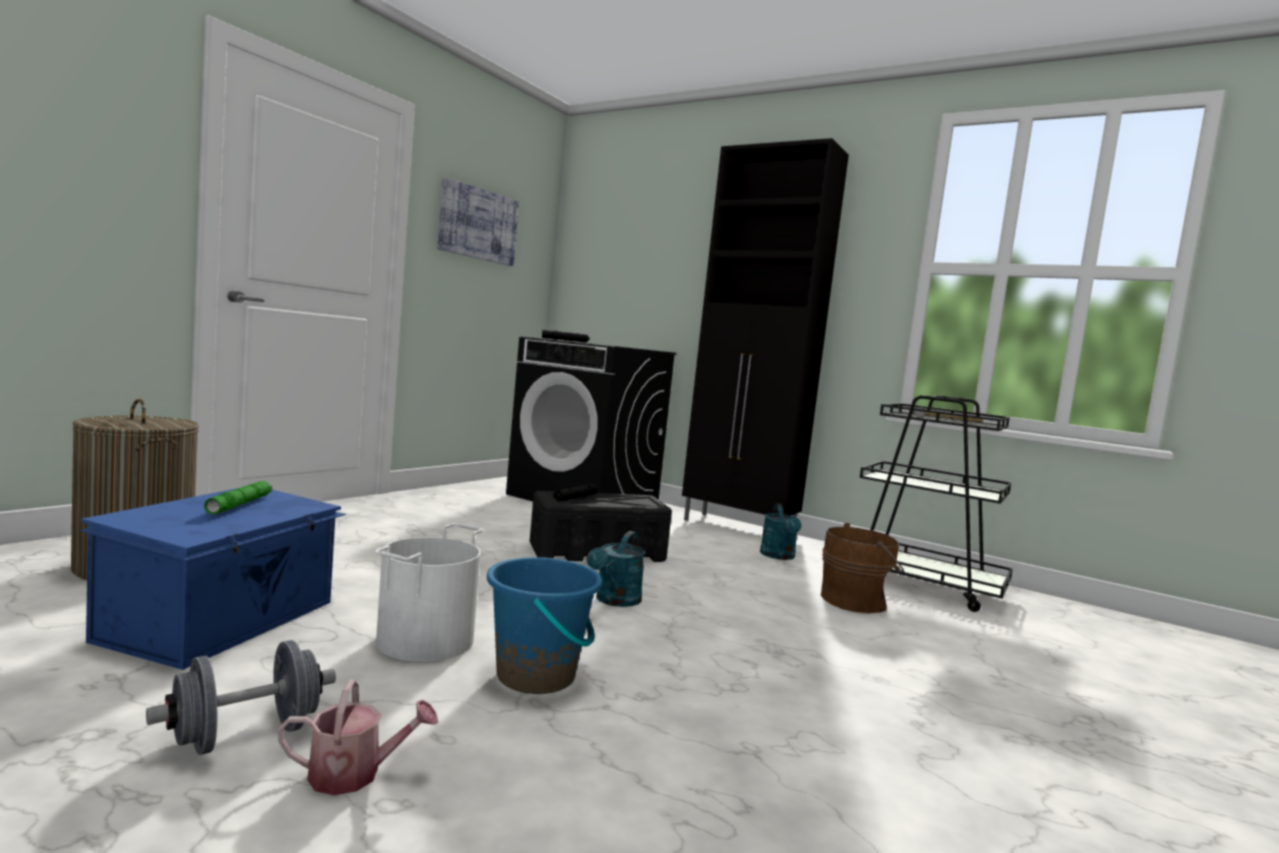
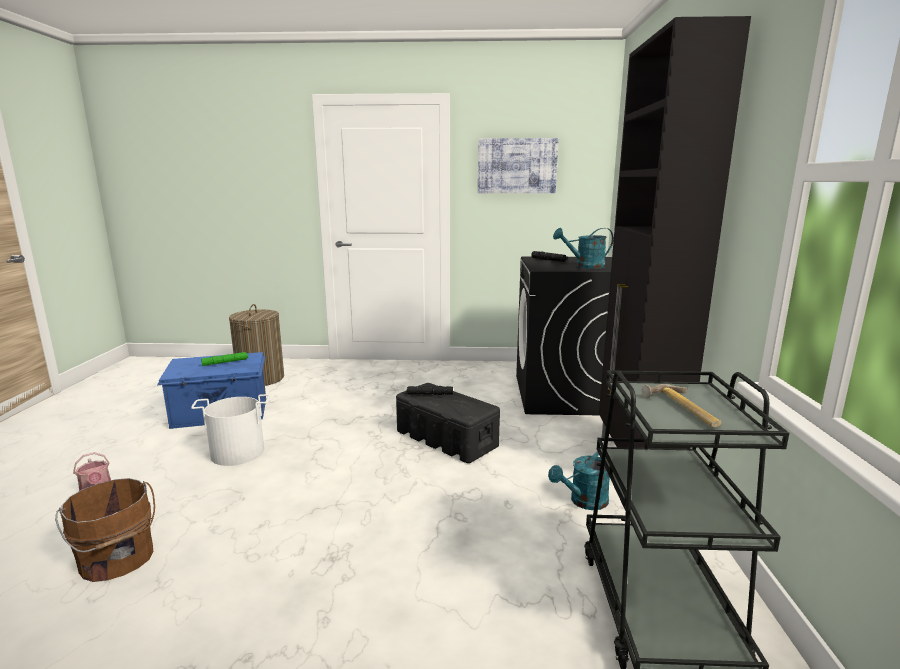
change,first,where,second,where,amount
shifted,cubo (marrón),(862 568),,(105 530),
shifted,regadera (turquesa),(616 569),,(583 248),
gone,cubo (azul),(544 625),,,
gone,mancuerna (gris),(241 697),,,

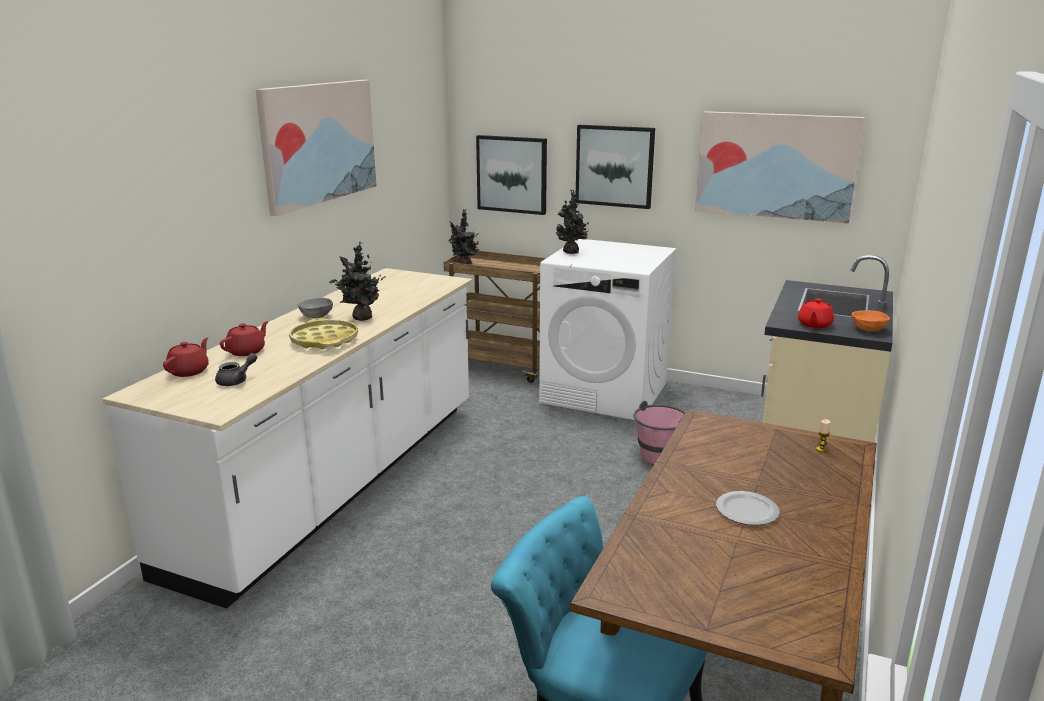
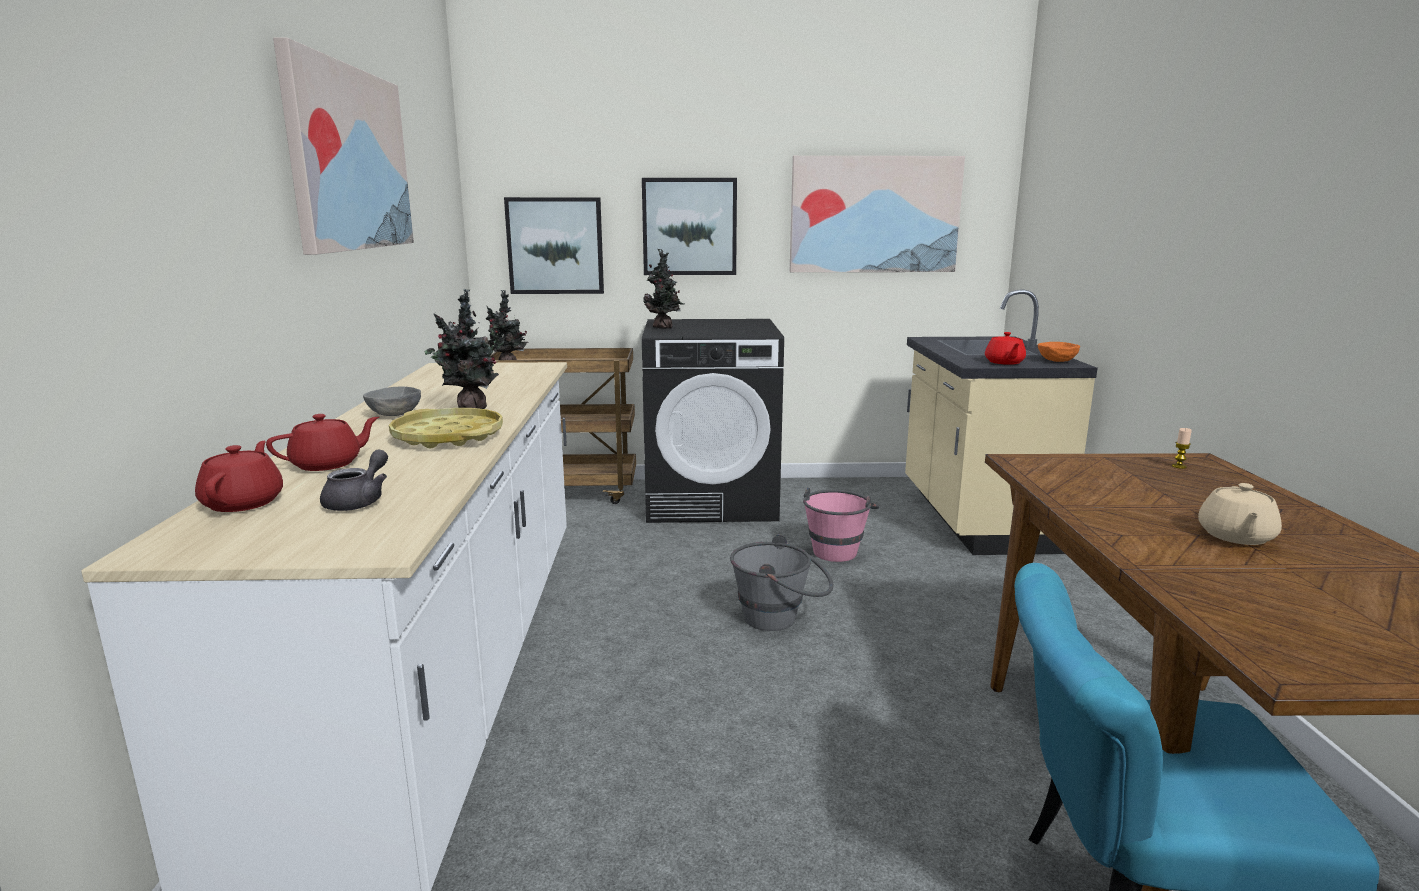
change,first,where,second,where,amount
repainted,lavadora (blanco),(607 329),lavadora (negro),(713 421),
rotated,tetera (rojo),(244 338),,(322 442),45 degrees clockwise
swapped,plato,(748 508),tetera (beis),(1240 514),
new,,,cubo (gris),(782 582),

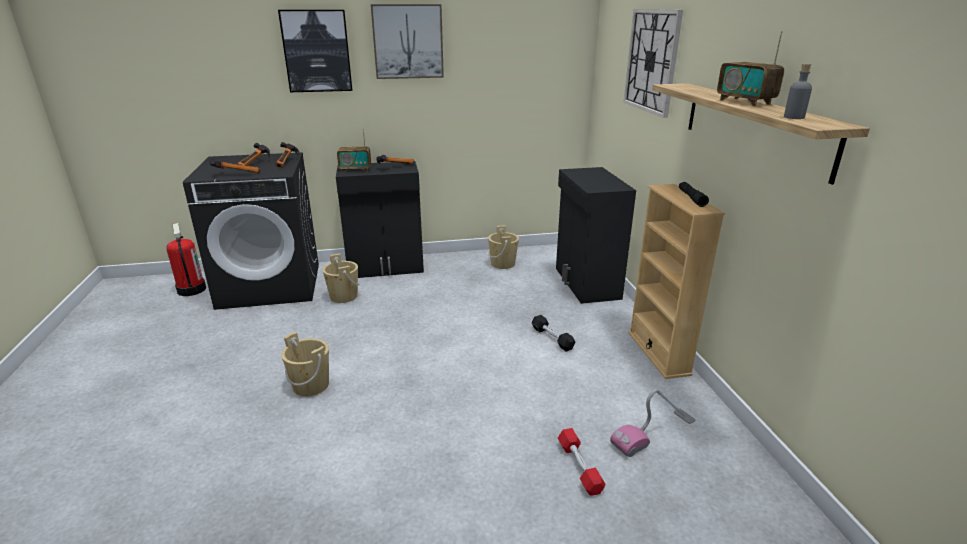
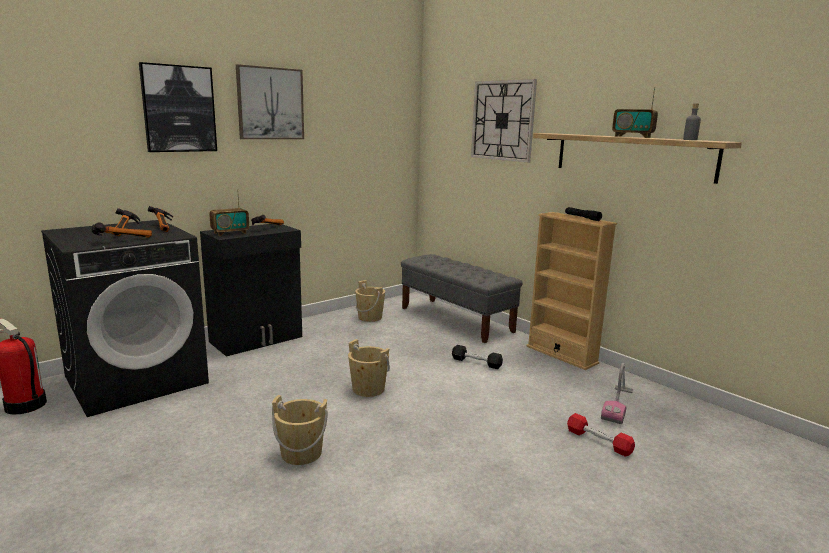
change,first,where,second,where,amount
swapped,armario (negro),(596 235),banco (gris),(462 298),
shifted,cubo (beis),(341 278),,(369 368),

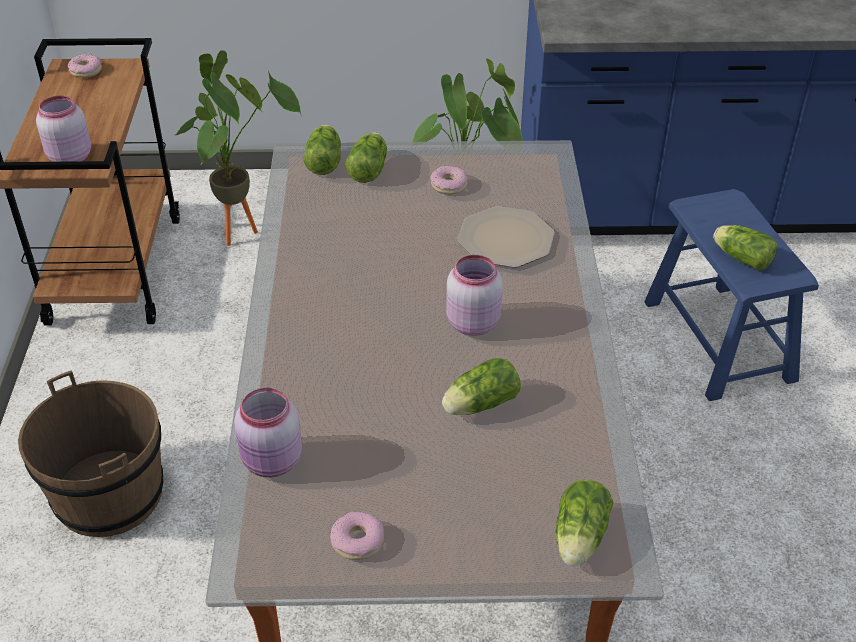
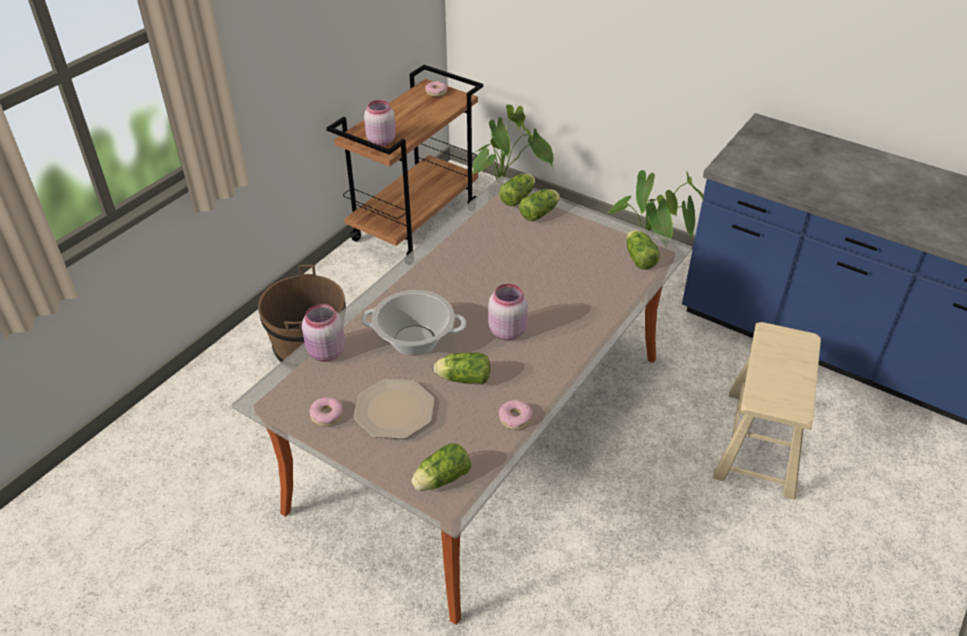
change,first,where,second,where,amount
shifted,rosquilla,(449 180),,(516 415),
repainted,taburete (azul),(731 295),taburete (beis),(767 411),
shifted,plato,(506 237),,(394 409),
shifted,lechuga,(745 247),,(643 250),
new,,,olla,(413 322),

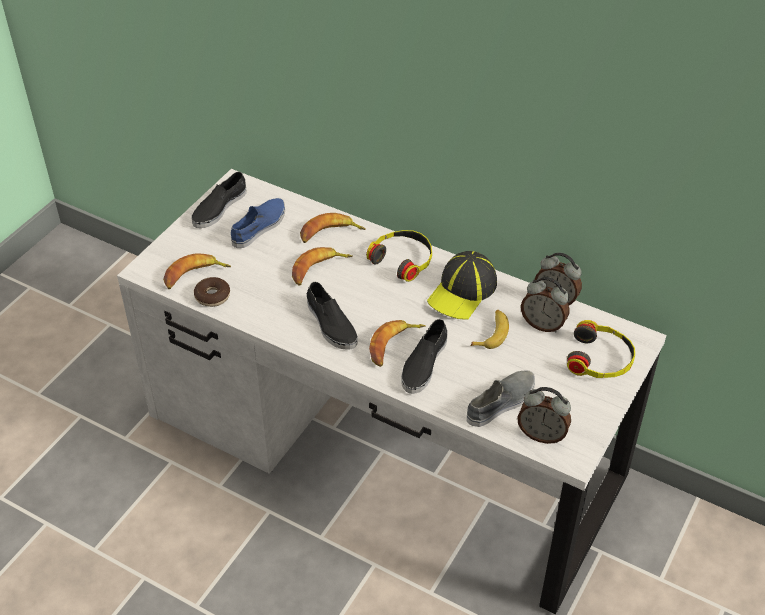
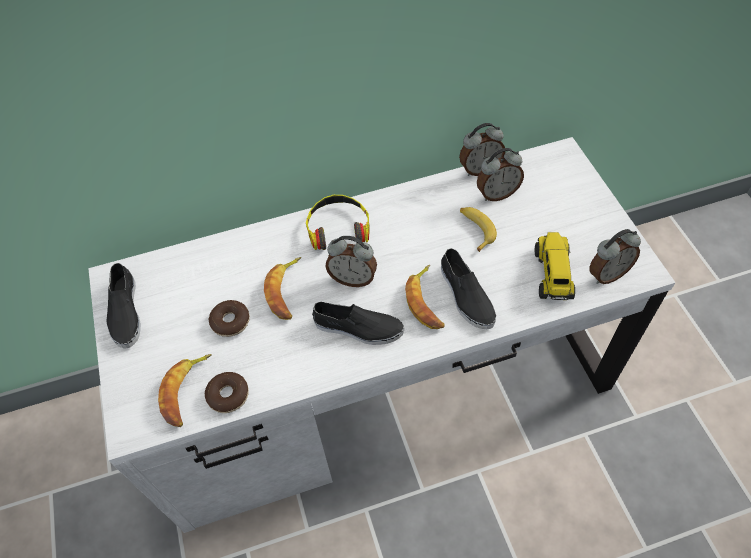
change,first,where,second,where,amount
gone,zapato (azul),(258 223),,,
gone,plátano,(333 228),,,
gone,gorra,(462 285),,,
gone,auriculares,(601 349),,,
swapped,zapato (gris),(501 398),camión de juguete,(555 266),
new,,,despertador,(351 261),
new,,,rosquilla,(229 318),

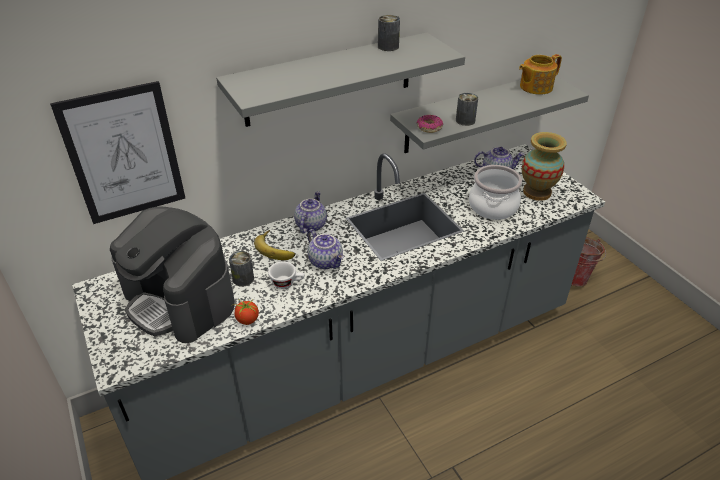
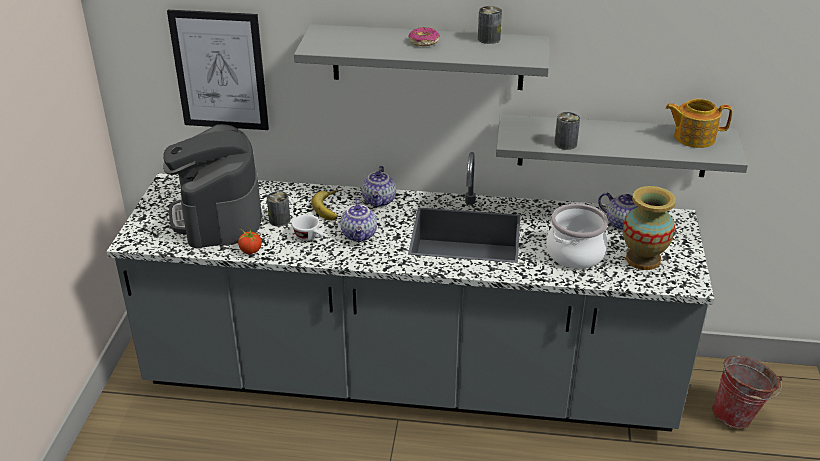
change,first,where,second,where,amount
shifted,rosquilla,(430 124),,(424 36),
rotated,tetera,(310 212),,(379 186),135 degrees clockwise

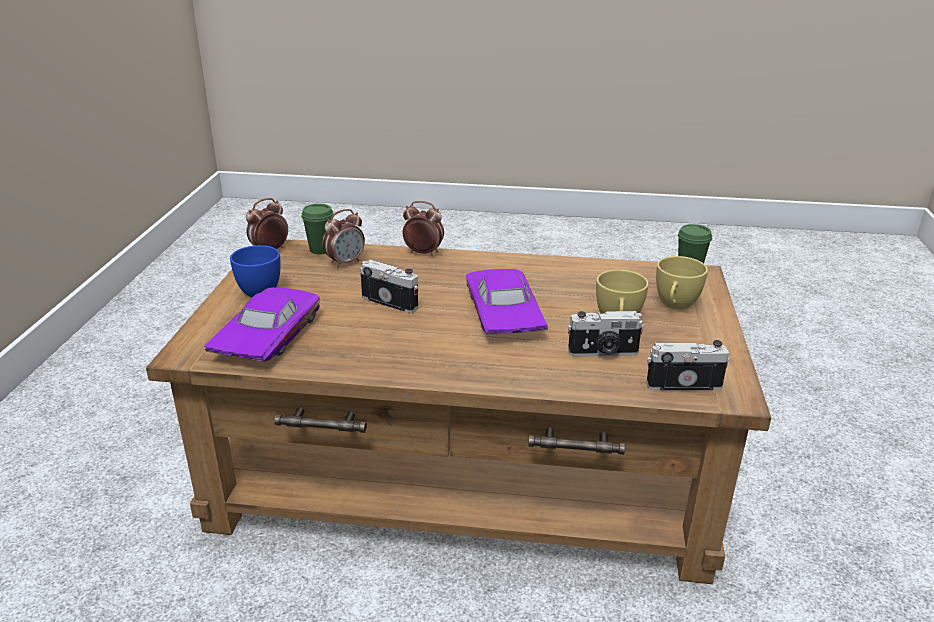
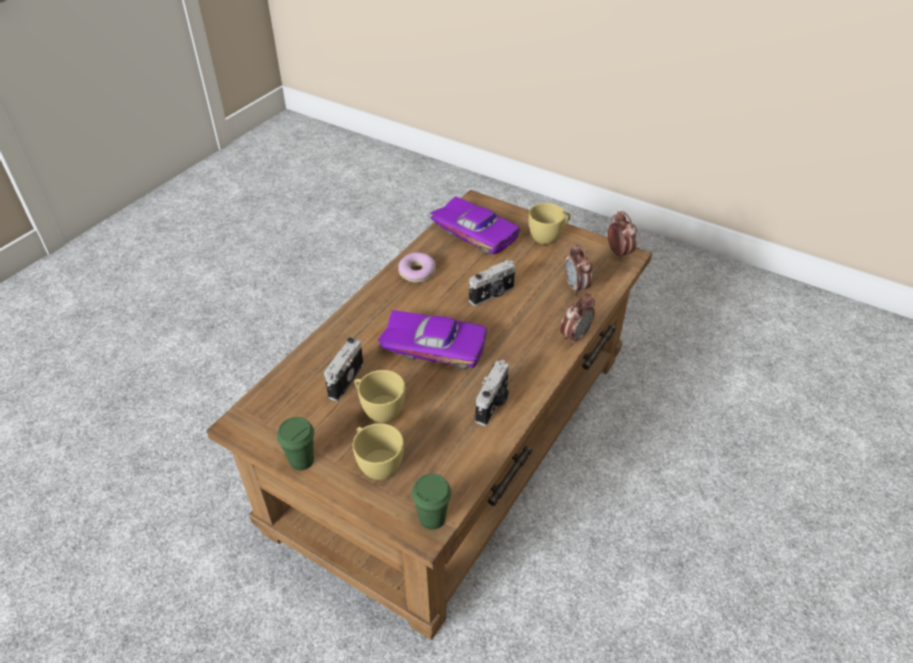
change,first,where,second,where,amount
shifted,taza (verde),(317 229),,(295 444),
repainted,taza (azul),(255 271),taza (amarillo),(550 224),
shifted,cámara,(687 365),,(492 393),
new,,,rosquilla,(417 267),

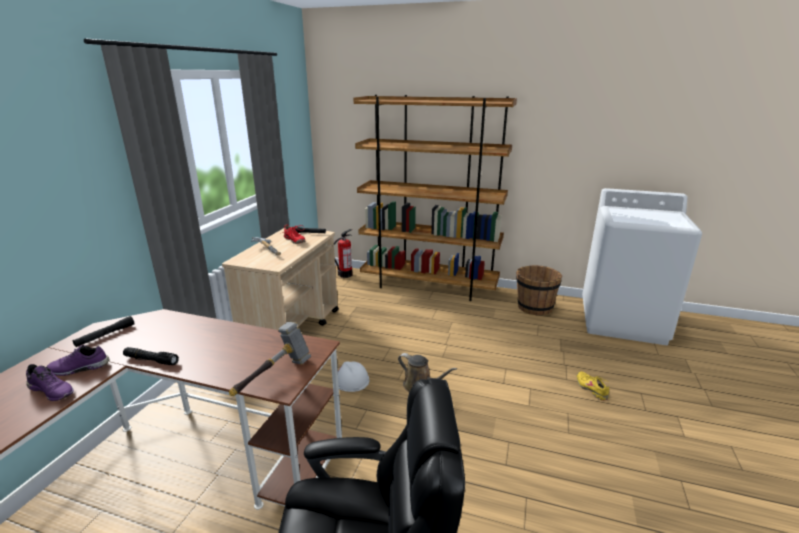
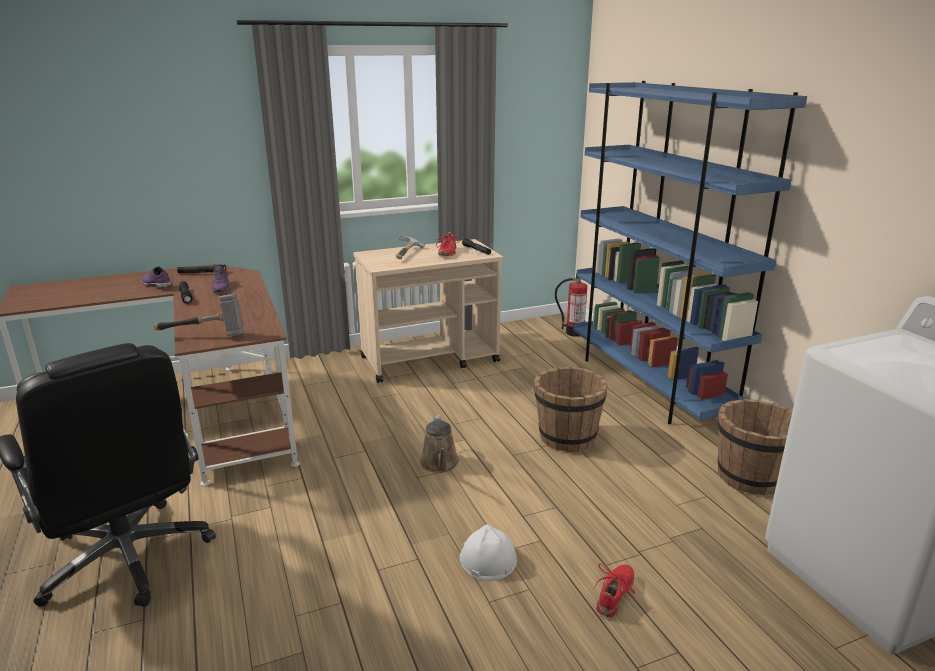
change,first,where,second,where,amount
repainted,estantería (marrón),(435 198),estantería (azul),(690 252),
shifted,casco (blanco),(353 377),,(488 553),
shifted,zapato (morado),(50 382),,(221 278),
repainted,zapato (amarillo),(593 386),zapato (rojo),(614 591),
new,,,cubo (marrón),(571 409),

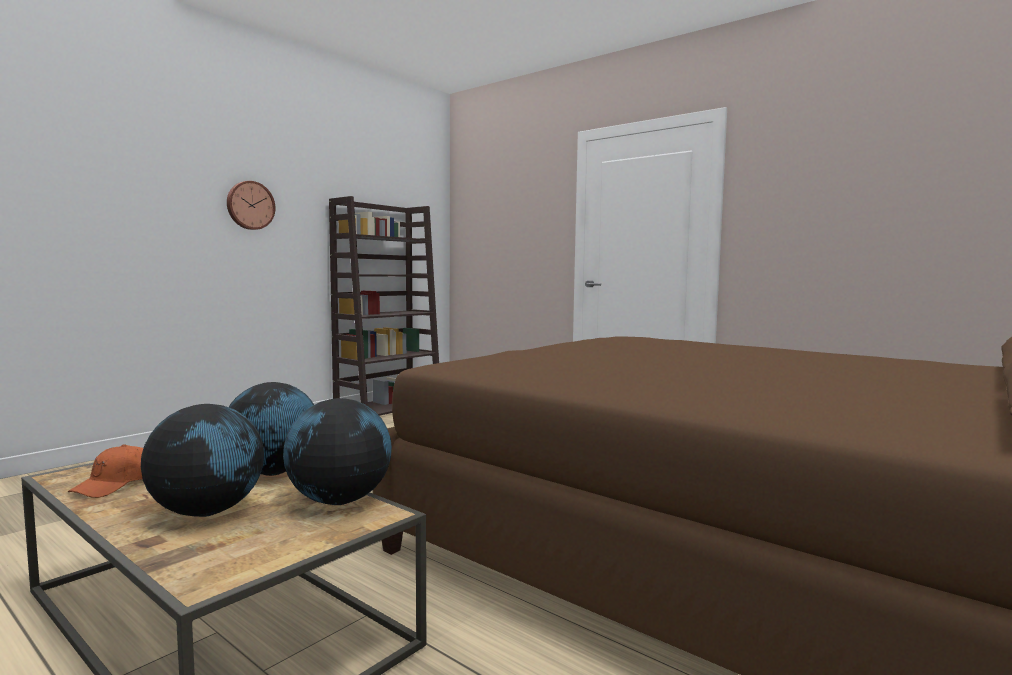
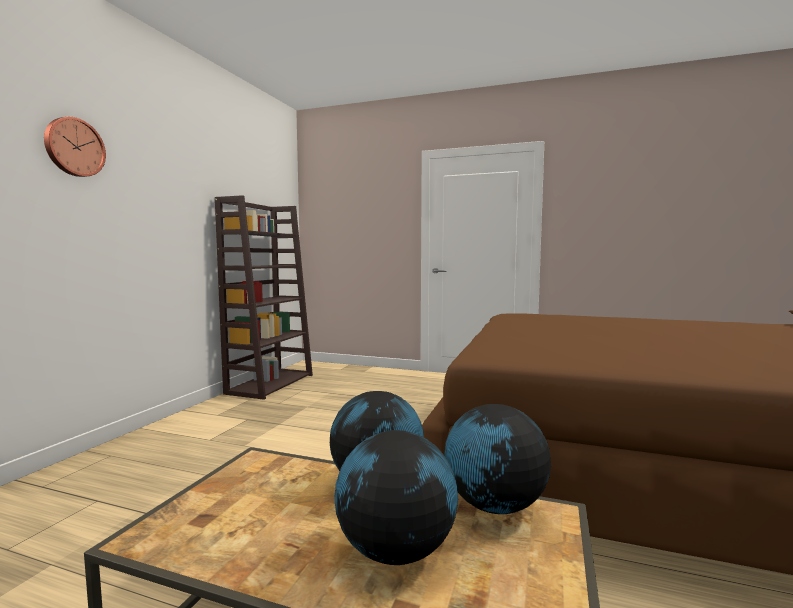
change,first,where,second,where,amount
shifted,reloj de pared,(251 205),,(75 147),
gone,gorra (naranja),(105 471),,,

